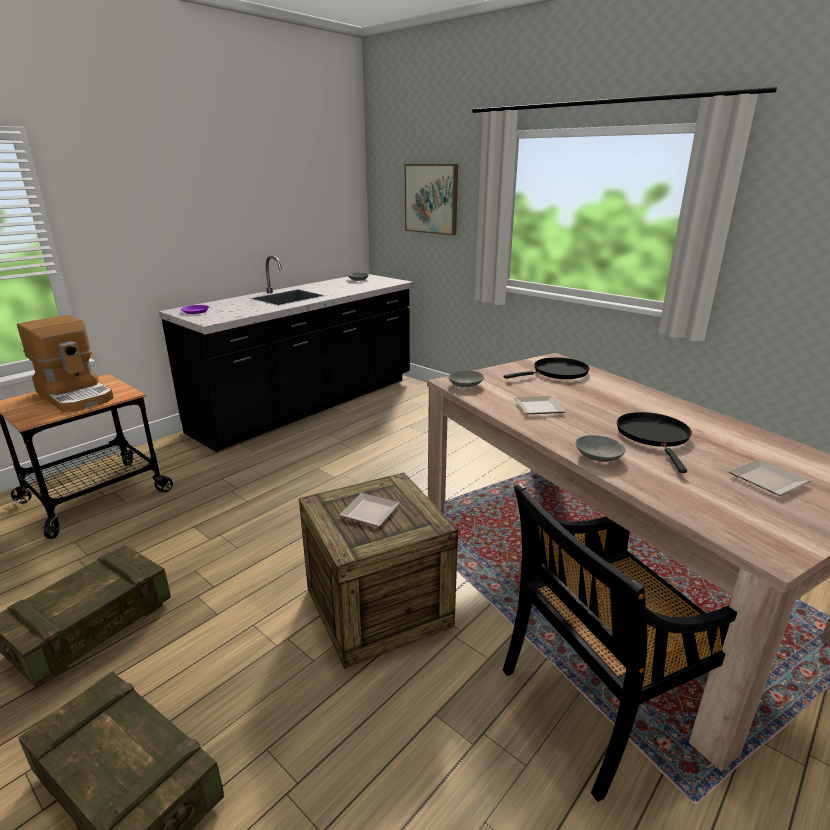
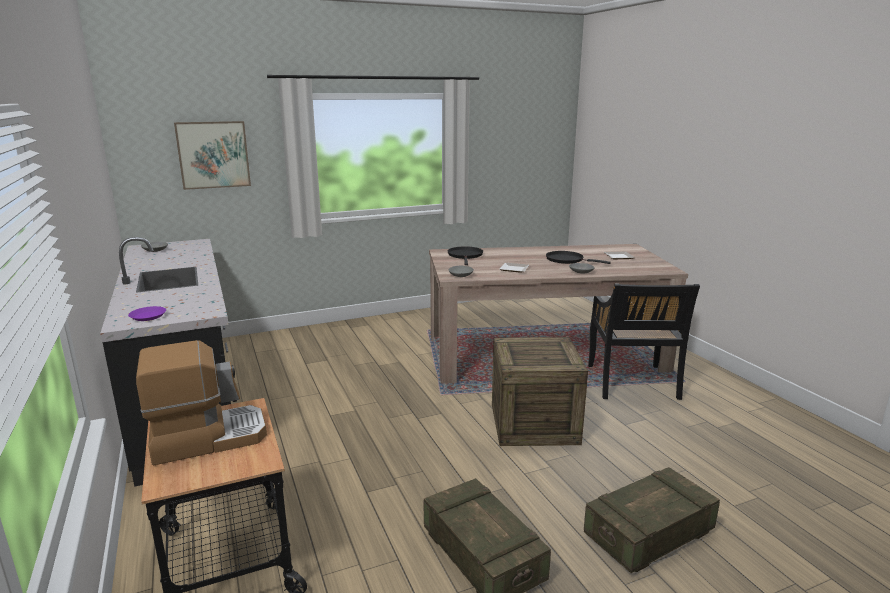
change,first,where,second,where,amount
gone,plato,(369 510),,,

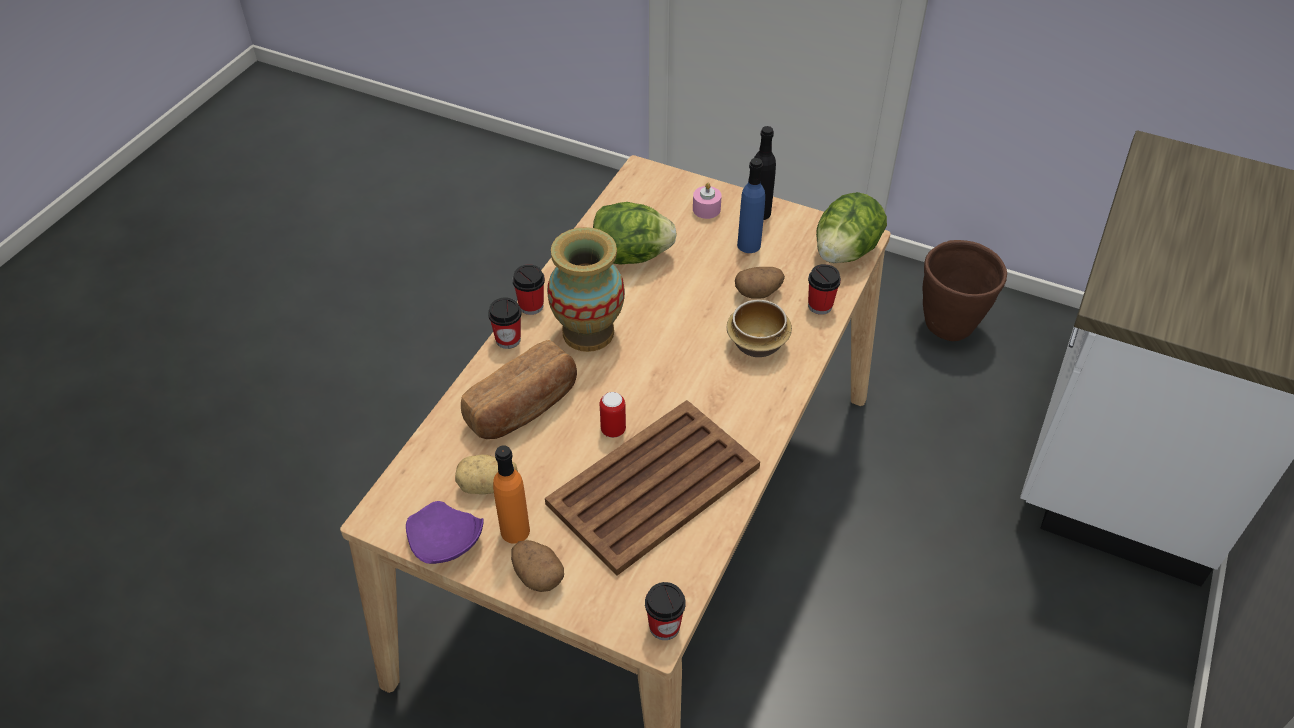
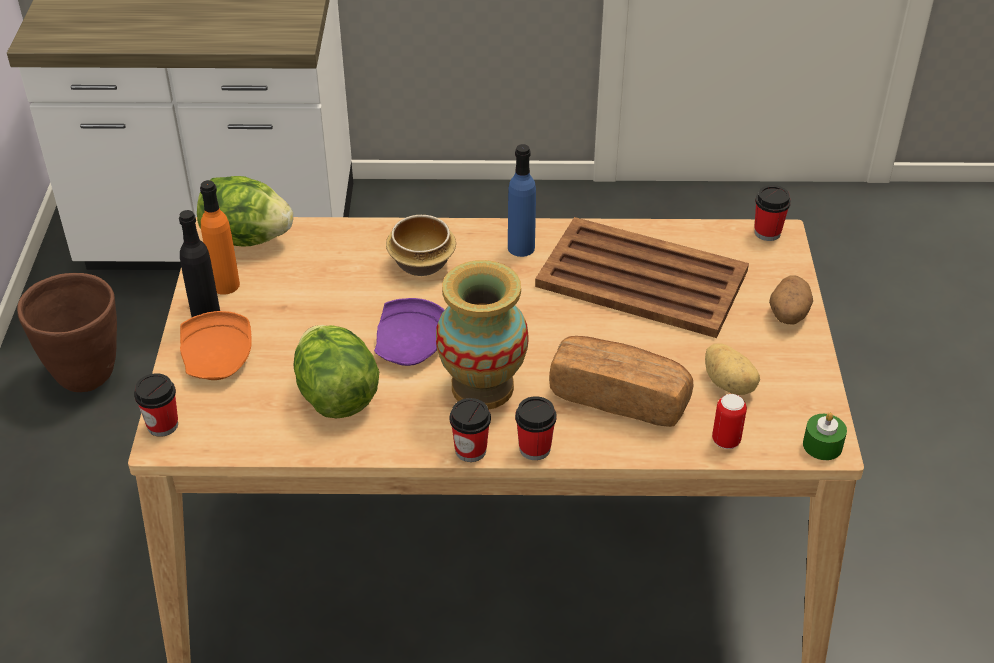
change,first,where,second,where,amount
shifted,botella (azul),(751 205),,(522 200),
swapped,vela (rosa),(707 201),plato (naranja),(216 345),
shifted,taza,(824 289),,(156 405),
gone,patata,(760 283),,,
shifted,lata,(613 415),,(729 421),
shifted,botella (naranja),(511 494),,(220 237),
shifted,plato (morado),(445 532),,(409 332),
new,,,vela (verde),(825 436),

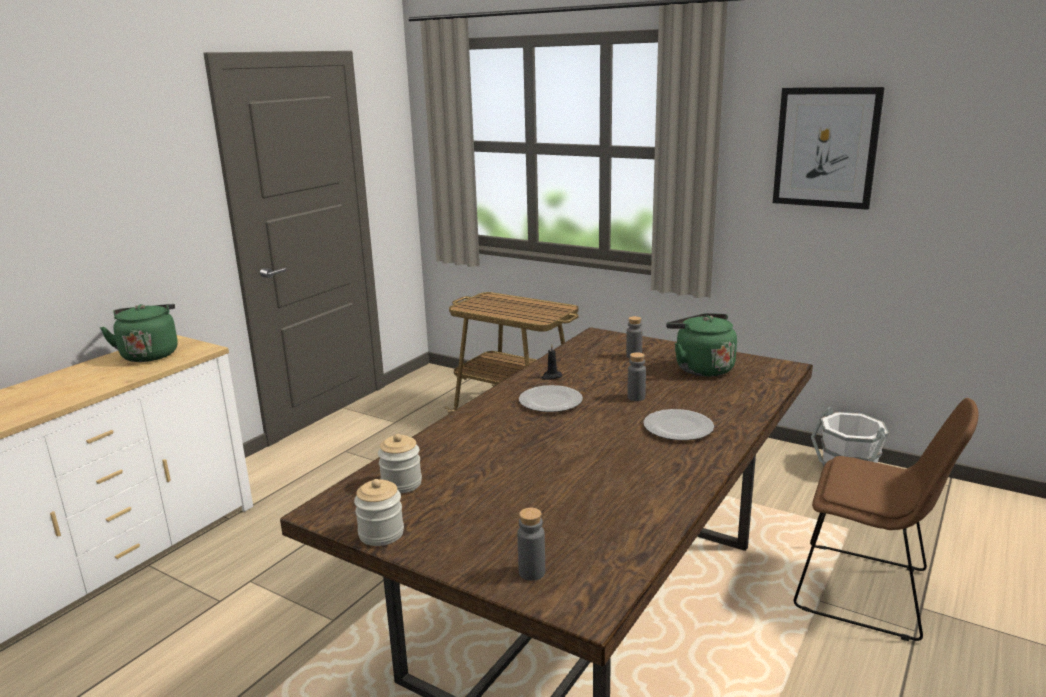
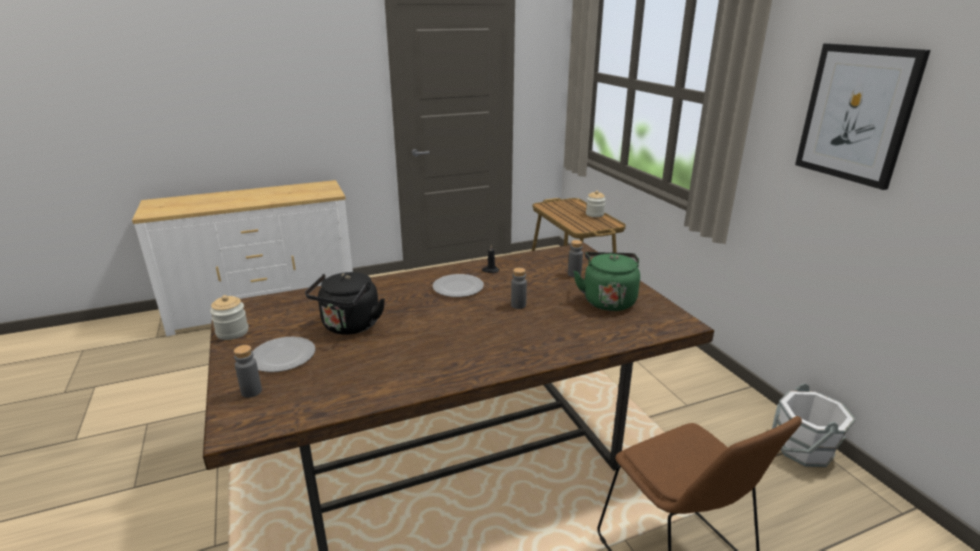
change,first,where,second,where,amount
gone,hervidor (verde),(139 333),,,
shifted,plato,(678 424),,(283 354),
shifted,tarro,(400 463),,(596 204),
new,,,hervidor (negro),(345 303),

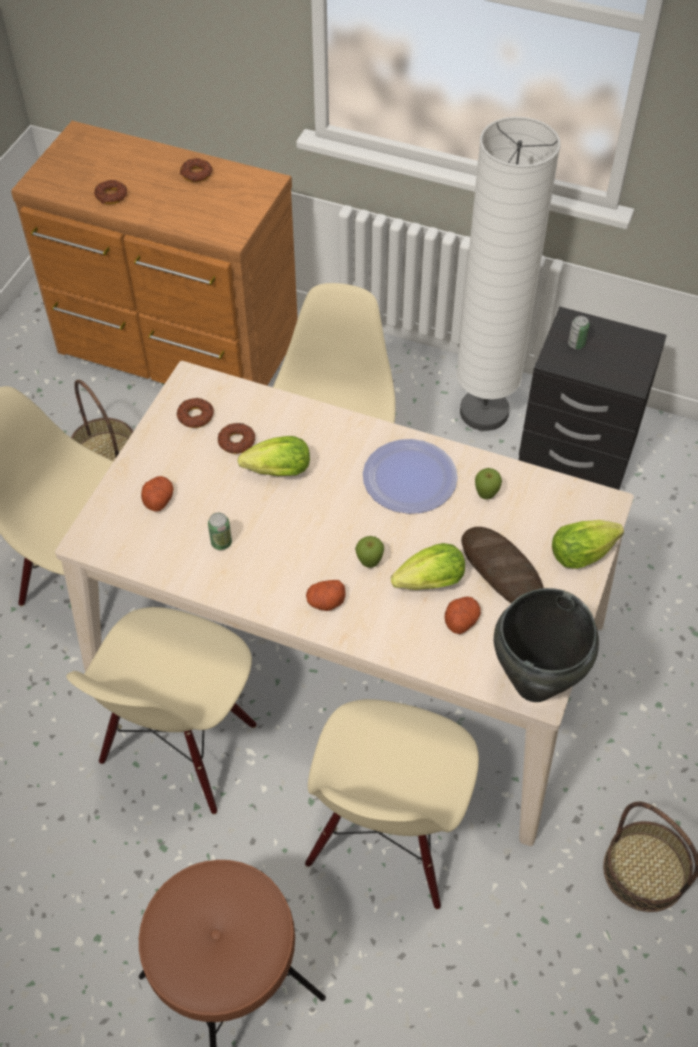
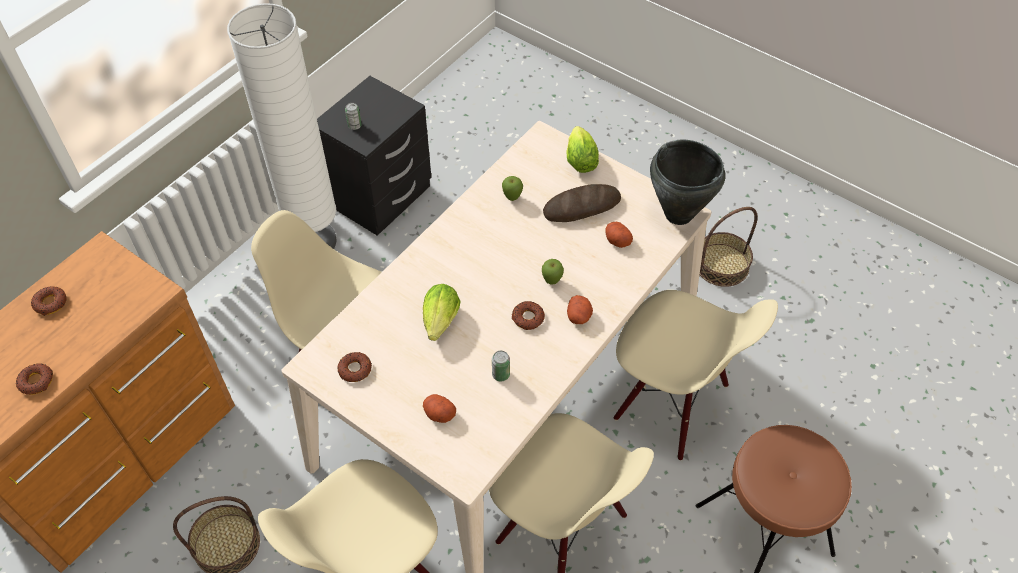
change,first,where,second,where,amount
shifted,rosquilla,(236 438),,(528 315),
gone,plato,(410 476),,,
gone,lechuga,(428 566),,,

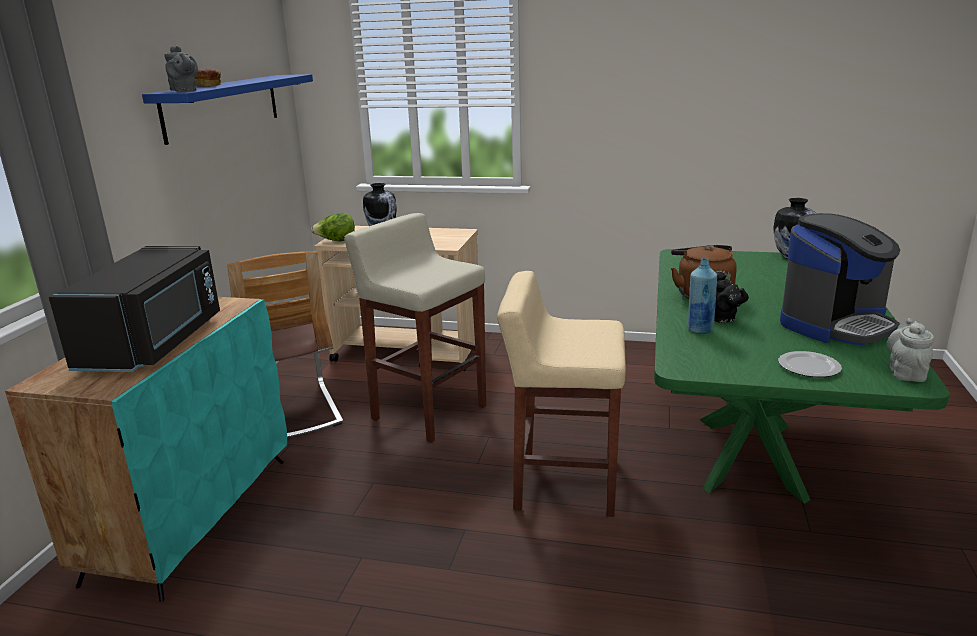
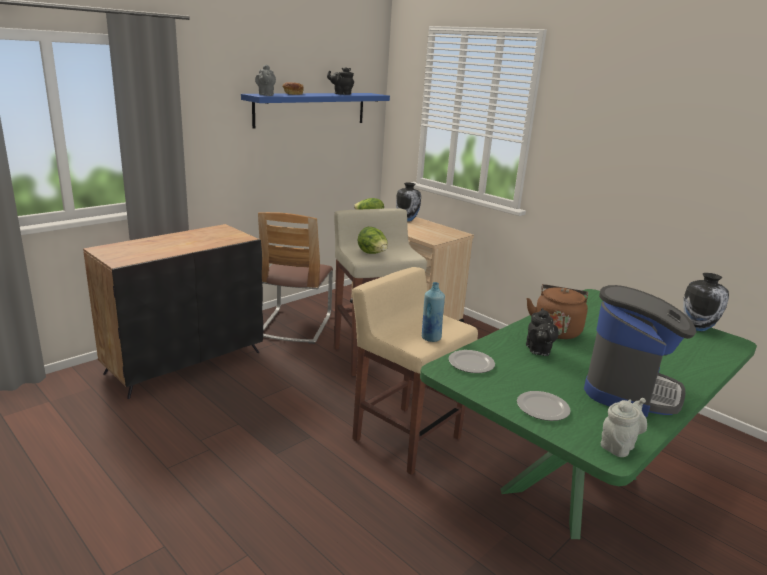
change,first,where,second,where,amount
rotated,cafetera,(840 279),,(640 351),60 degrees counterclockwise
gone,microondas (negro),(134 309),,,
shifted,botella (azul),(702 296),,(433 312),
repainted,armario (turquesa),(146 449),armario (negro),(173 311),
new,,,tetera (negro),(340 81),
new,,,lechuga,(373 240),
new,,,plato,(471 361),

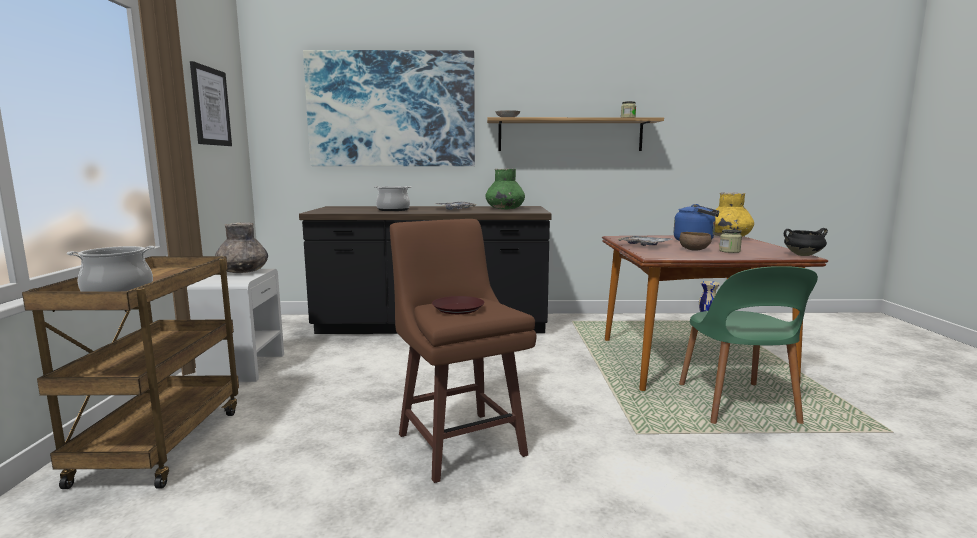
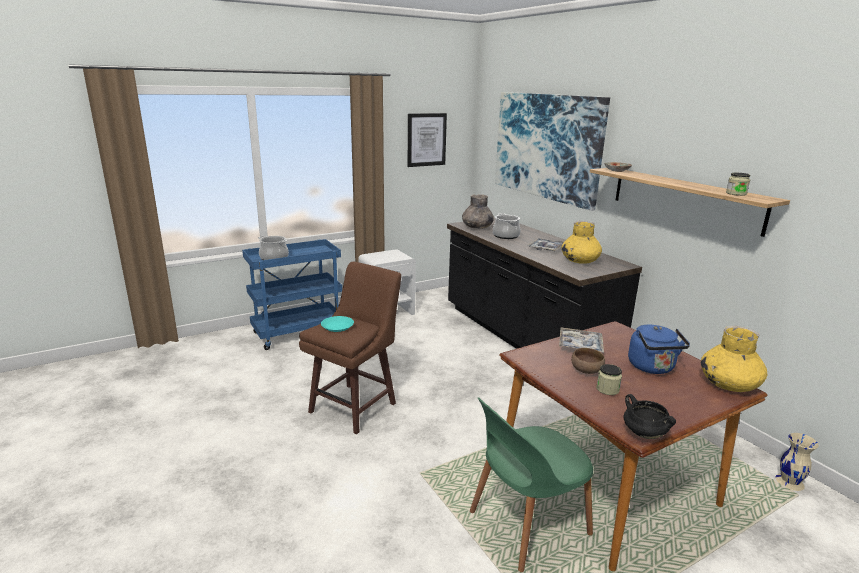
change,first,where,second,where,amount
repainted,florero (verde),(505 188),florero (amarillo),(582 242),
shifted,florero (gris),(241 247),,(478 211),
repainted,carrito (marrón),(130 372),carrito (azul),(292 294),
repainted,plato (marrón),(458 305),plato (turquesa),(337 324),

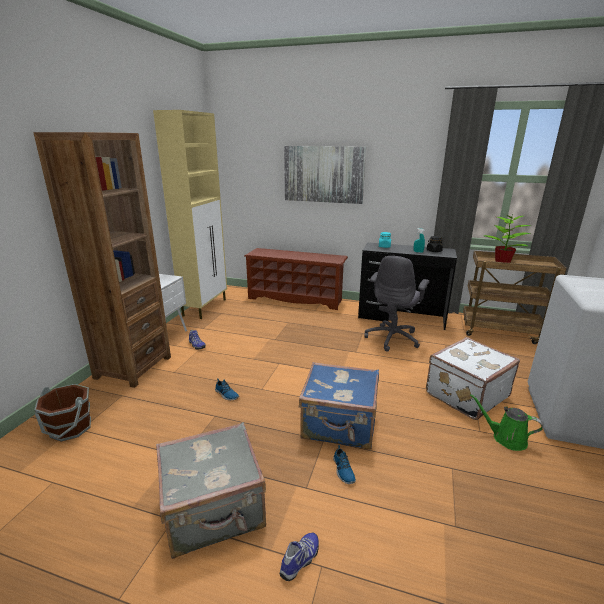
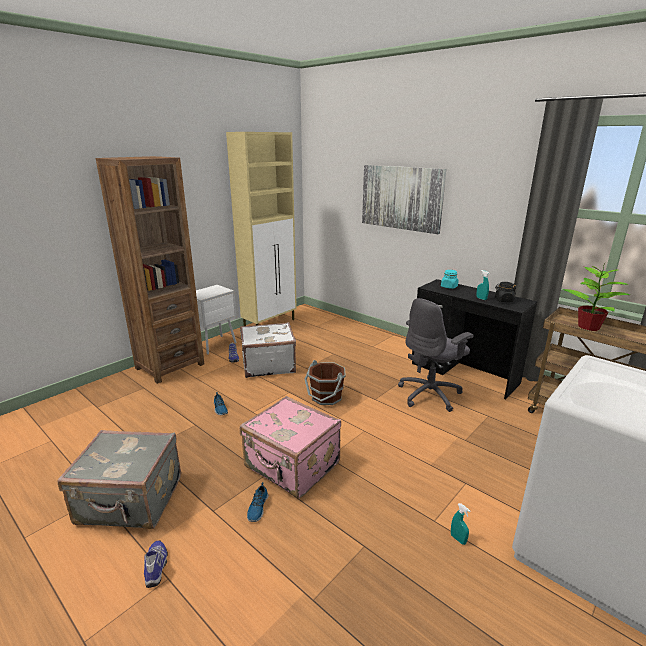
change,first,where,second,where,amount
gone,zapatero (marrón),(296 279),,,
shifted,maleta (blanco),(473 378),,(268 350),
repainted,maleta (azul),(339 406),maleta (rosa),(290 447),
shifted,cubo (marrón),(62 413),,(325 382),
swapped,regadera (verde),(506 422),pulverizador (turquesa),(460 524),
rotated,zapato,(299 556),,(156 564),75 degrees counterclockwise

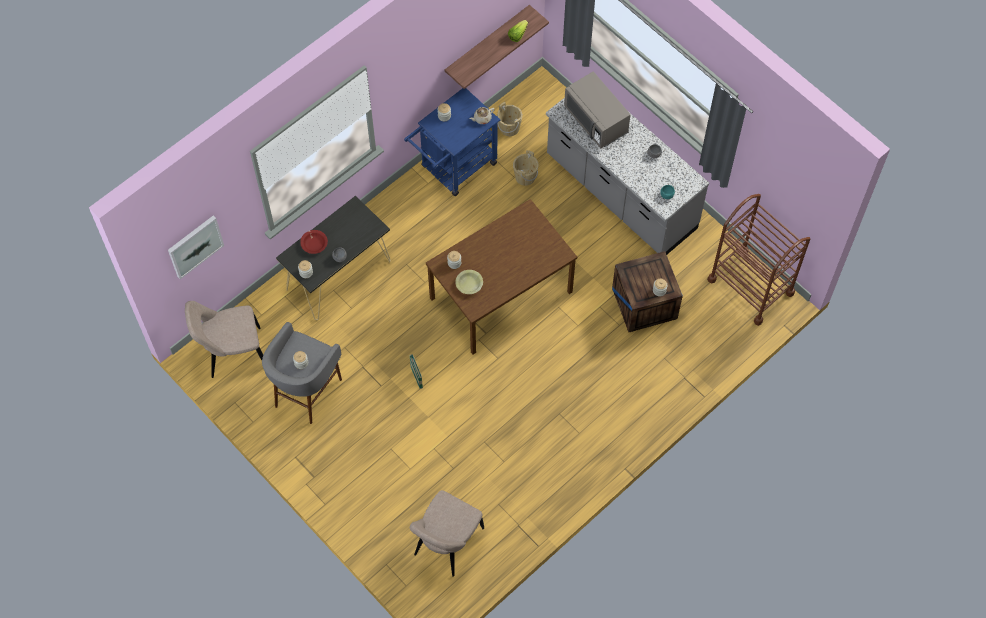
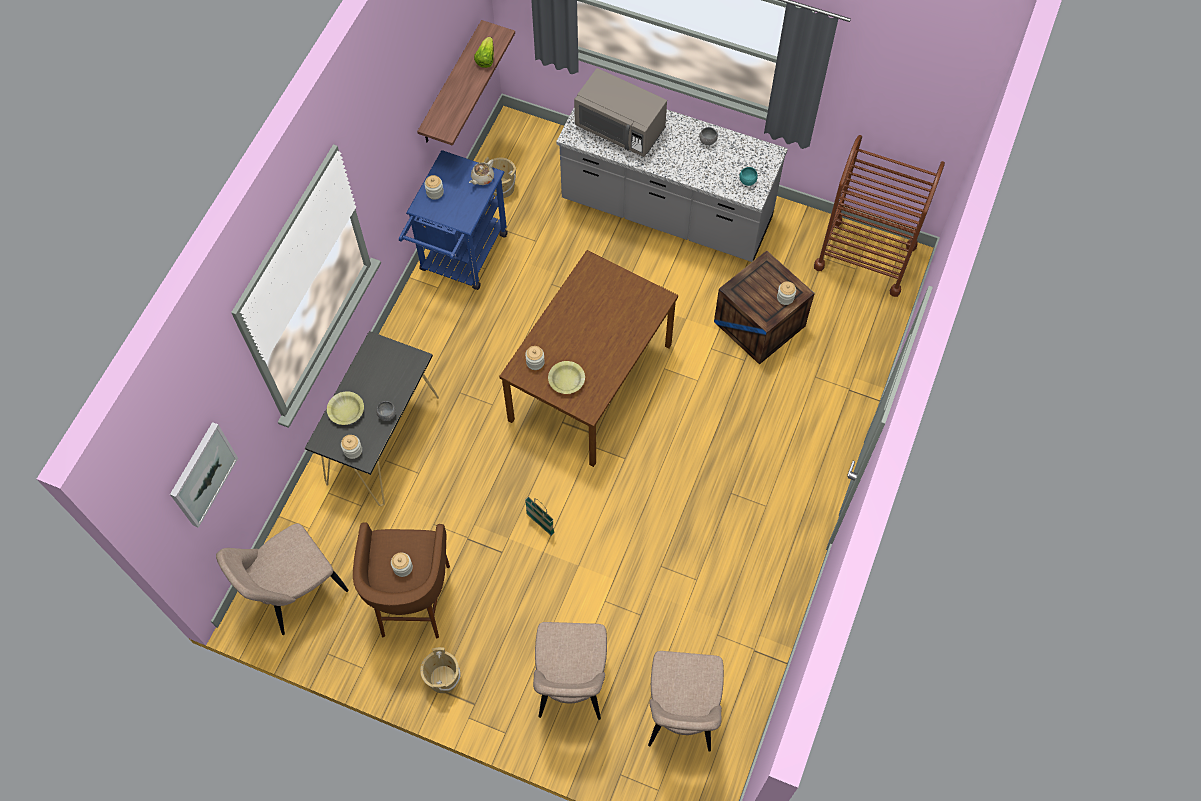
change,first,where,second,where,amount
shifted,cubo (beis),(526 168),,(440 670),
repainted,cuenco (rojo),(314 242),cuenco (amarillo),(345 408),
repainted,taburete (gris),(302 373),taburete (marrón),(401 580),
new,,,silla (beis),(570 671),

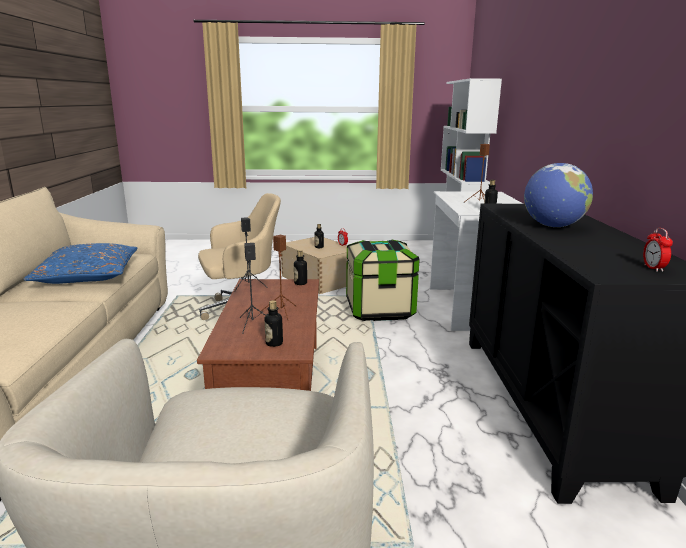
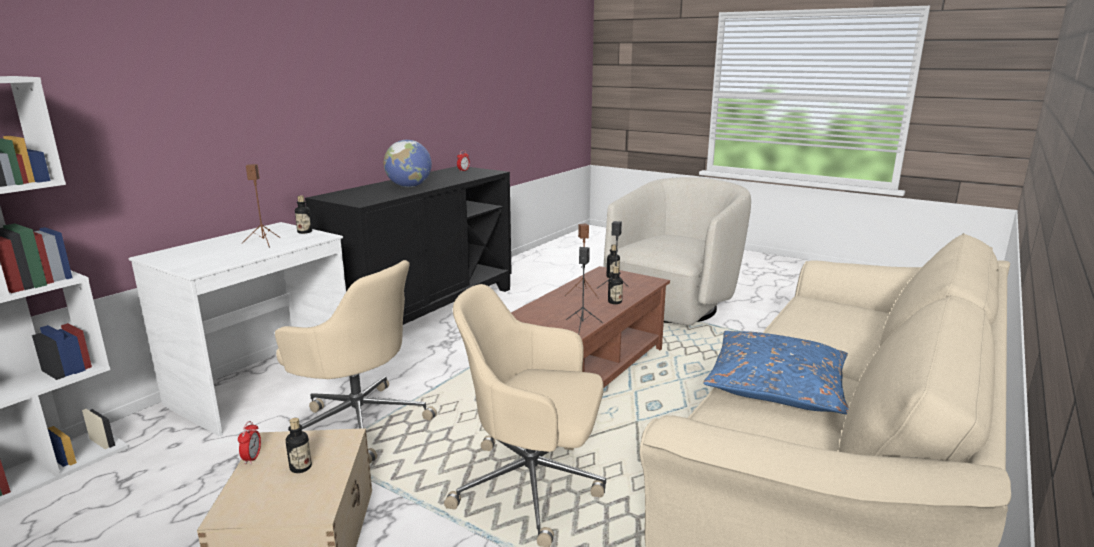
change,first,where,second,where,amount
swapped,caja de almacenaje,(383 280),silla de oficina (beis),(356 362),
shifted,botella,(300 267),,(615 285),

